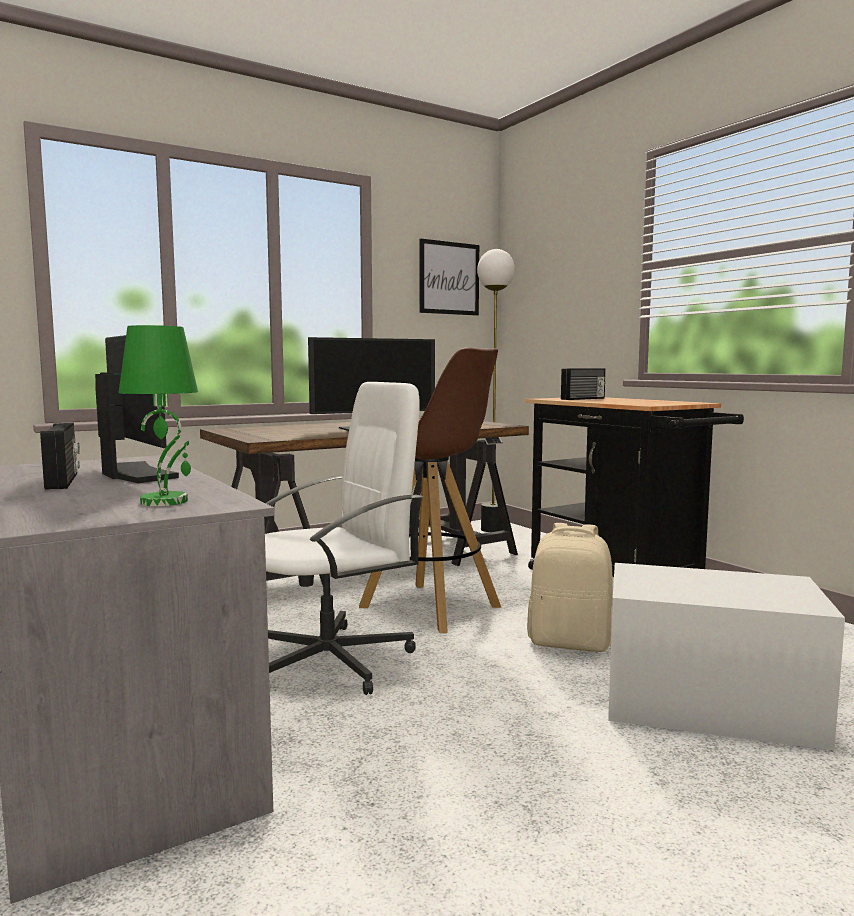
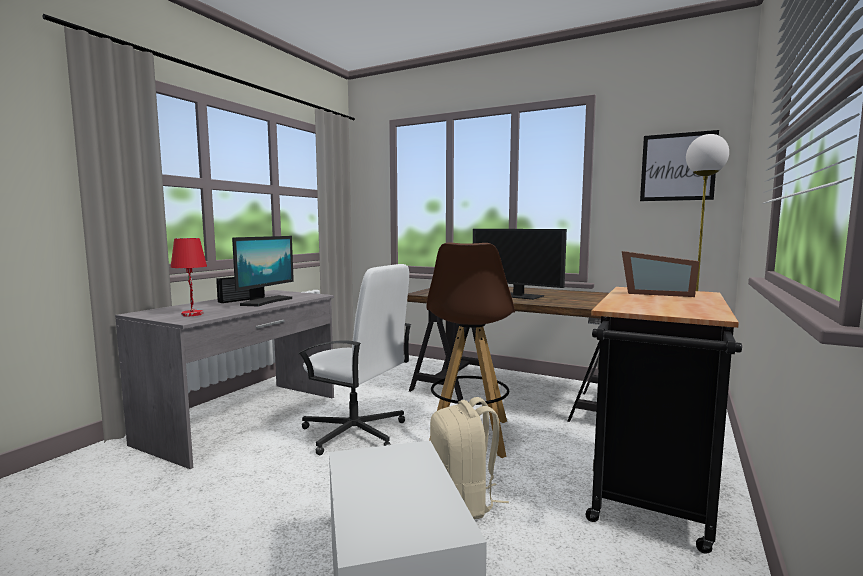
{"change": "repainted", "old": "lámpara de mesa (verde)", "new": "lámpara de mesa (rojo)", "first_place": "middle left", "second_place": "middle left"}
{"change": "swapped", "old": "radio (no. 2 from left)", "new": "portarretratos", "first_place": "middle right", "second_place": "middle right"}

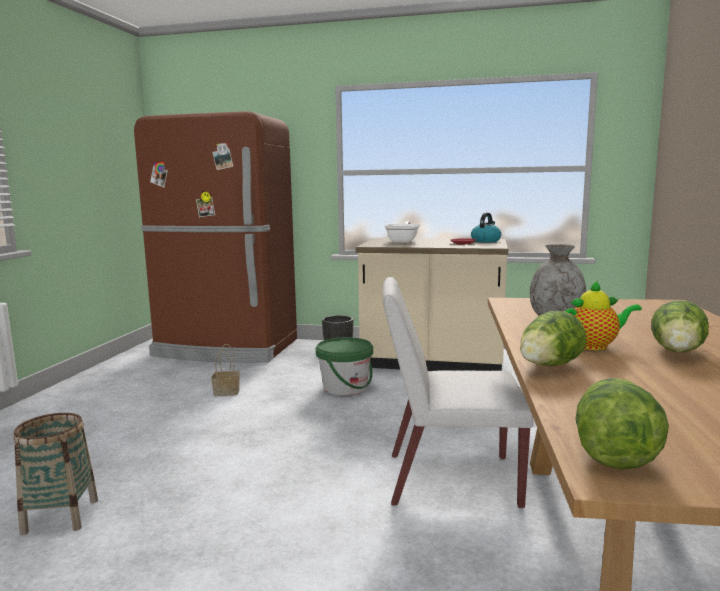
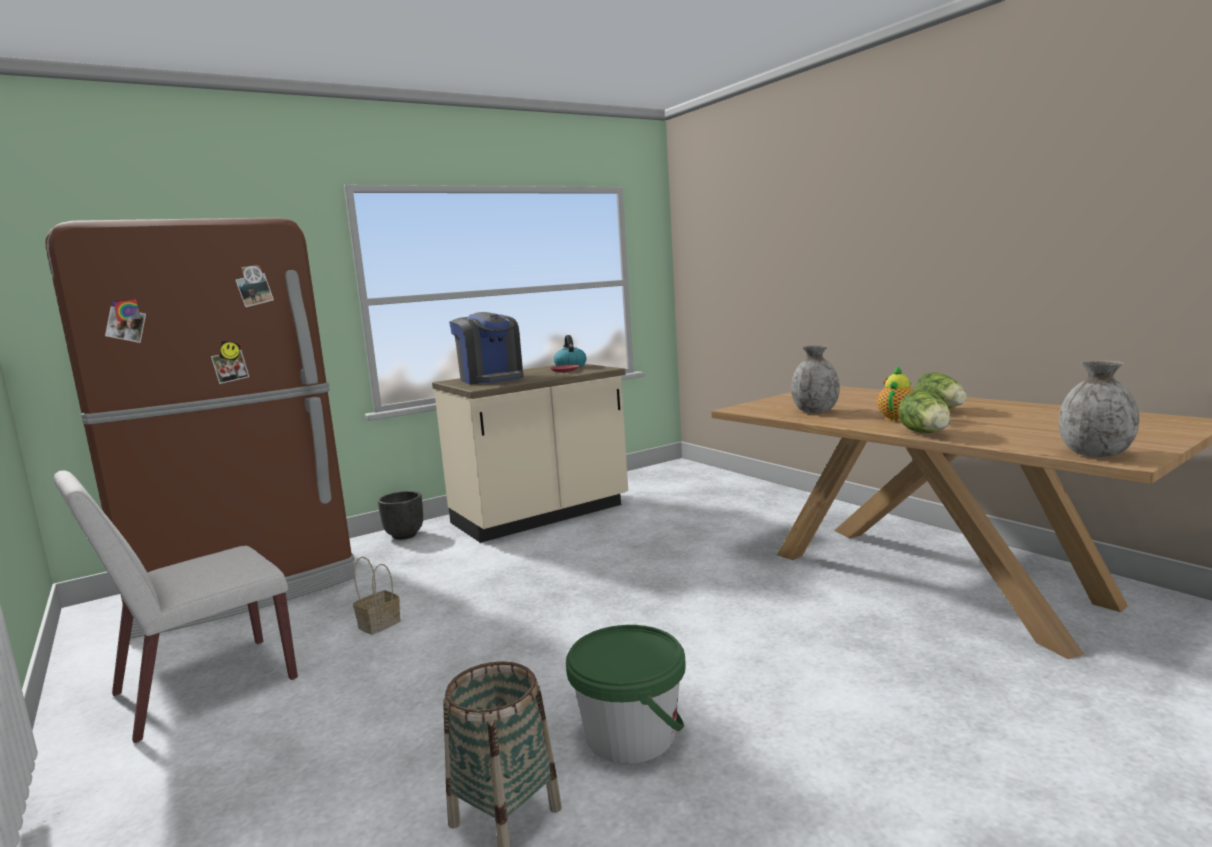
{"change": "swapped", "old": "sartén", "new": "cafetera", "first_place": "centre", "second_place": "centre"}
{"change": "shifted", "old": "silla (blanco)", "first_place": "centre", "second_place": "bottom left"}
{"change": "shifted", "old": "cubo (verde)", "first_place": "centre", "second_place": "bottom centre"}
{"change": "swapped", "old": "lechuga (no. 2 from left)", "new": "florero (gris) (no. 2 from left)", "first_place": "bottom right", "second_place": "middle right"}

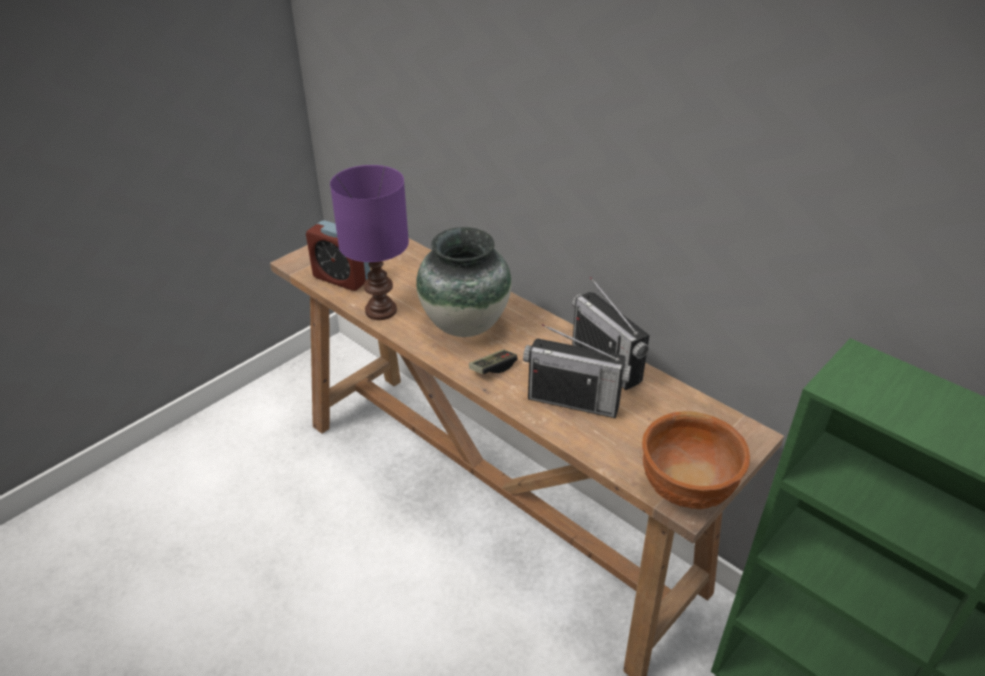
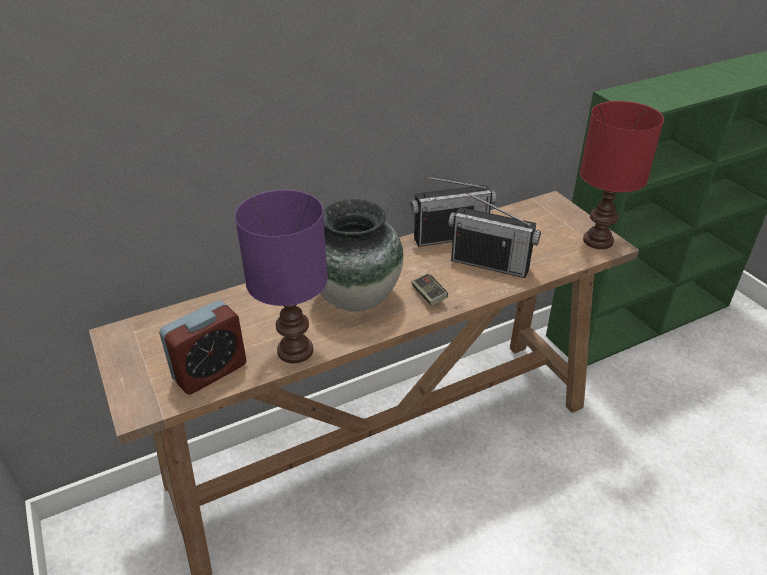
{"change": "rotated", "old": "radio (no. 1 from left in the first image)", "first_place": "centre", "second_place": "centre", "degrees": 75}
{"change": "swapped", "old": "cuenco (marrón)", "new": "lámpara de mesa (rojo)", "first_place": "bottom right", "second_place": "top right"}

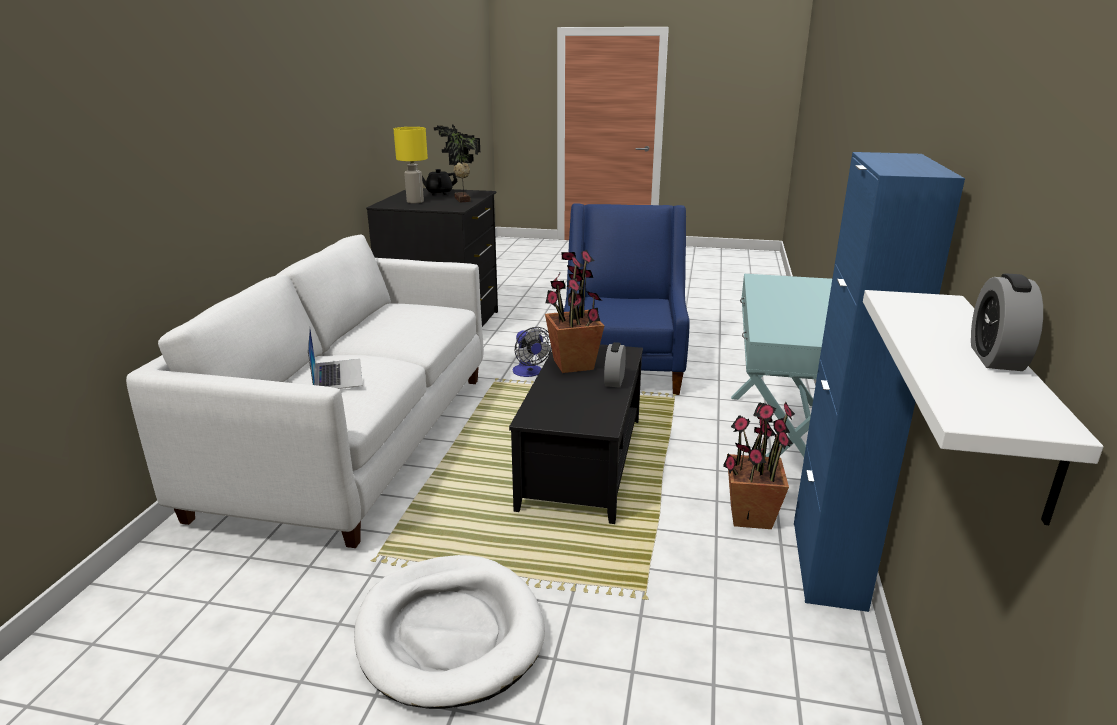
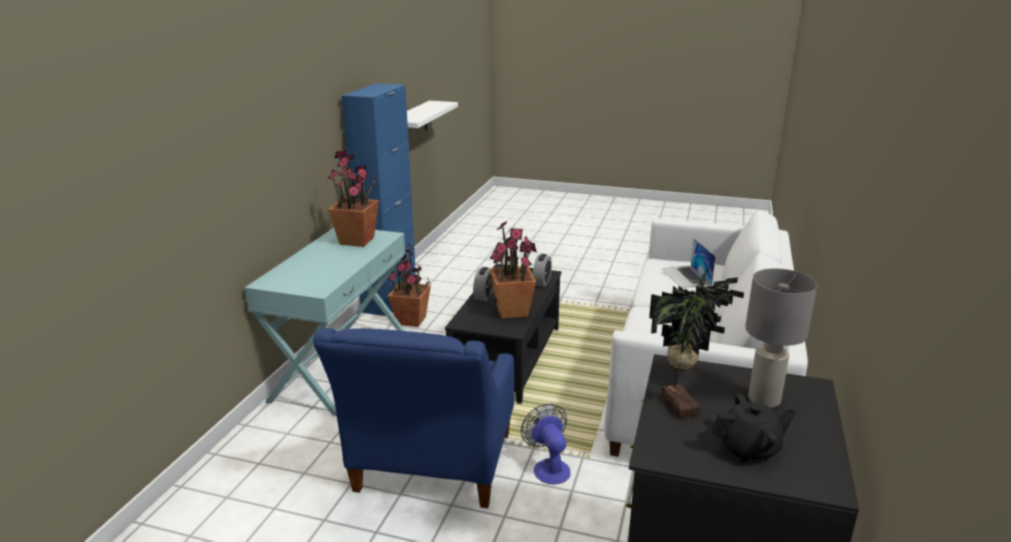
{"change": "repainted", "old": "lámpara de mesa (amarillo)", "new": "lámpara de mesa (gris)", "first_place": "top centre", "second_place": "middle right"}
{"change": "shifted", "old": "despertador (no. 2 from left)", "first_place": "middle right", "second_place": "centre"}
{"change": "gone", "old": "cama para perro (blanco)", "first_place": "bottom centre"}
{"change": "new", "new": "planta en maceta (no. 1 from left)", "second_place": "centre"}

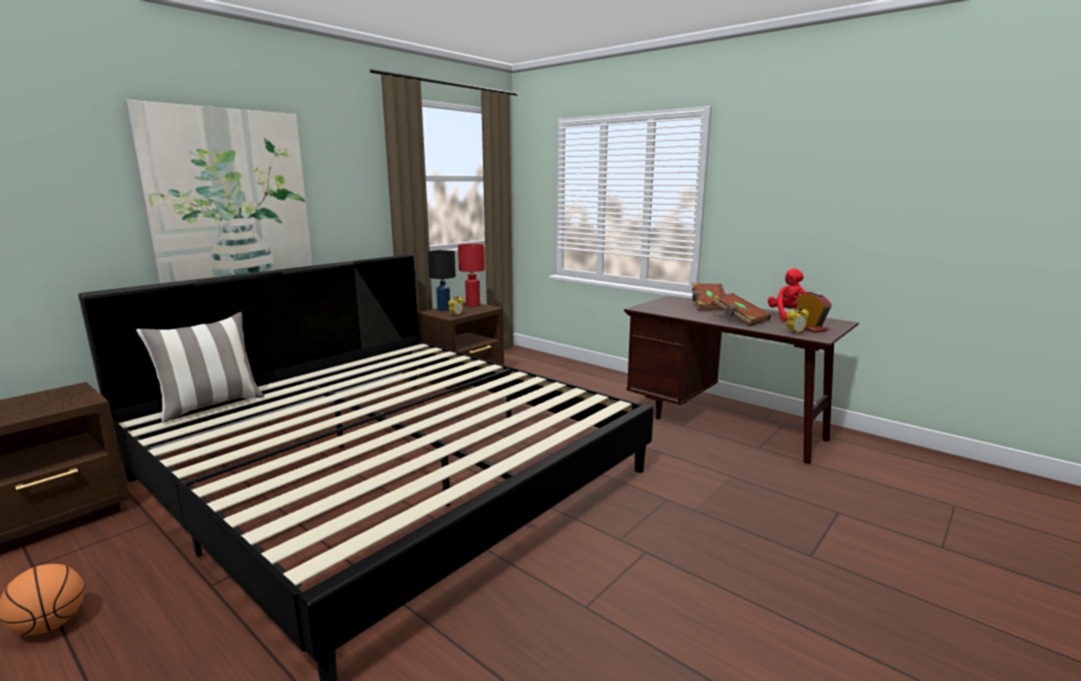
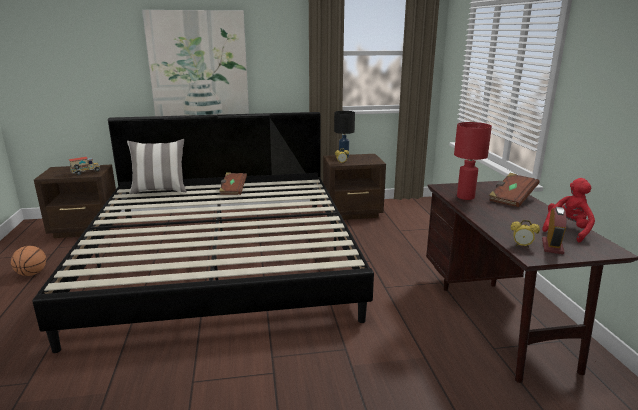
{"change": "shifted", "old": "lámpara de mesa (rojo)", "first_place": "centre", "second_place": "middle right"}
{"change": "shifted", "old": "libro (marrón) (no. 2 from left in the first image)", "new": "libro (marrón) (no. 1 from left)", "first_place": "middle right", "second_place": "centre"}
{"change": "new", "new": "camión de juguete", "second_place": "middle left"}

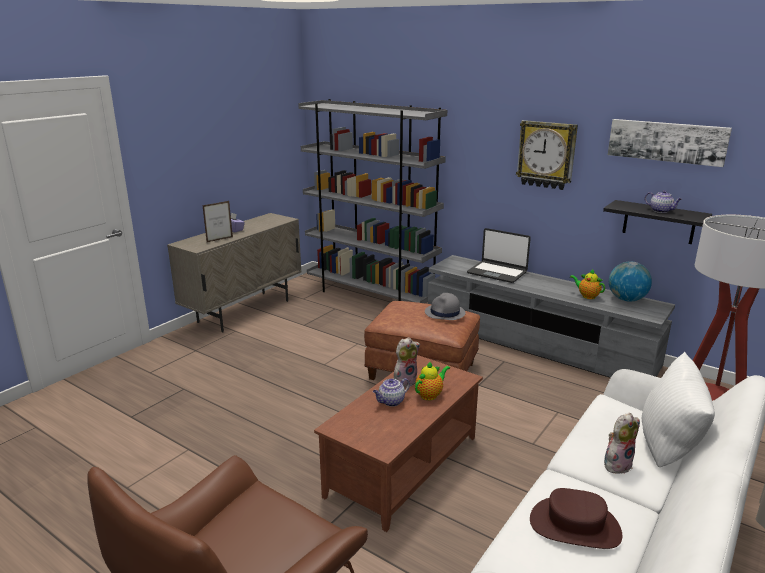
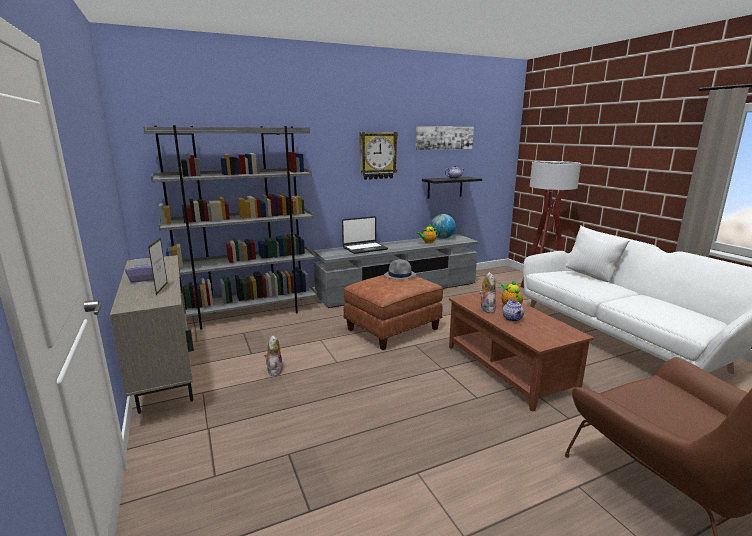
{"change": "shifted", "old": "peluche (no. 2 from left in the first image)", "new": "peluche (no. 1 from left)", "first_place": "bottom right", "second_place": "centre"}
{"change": "gone", "old": "sombrero (marrón)", "first_place": "bottom right"}

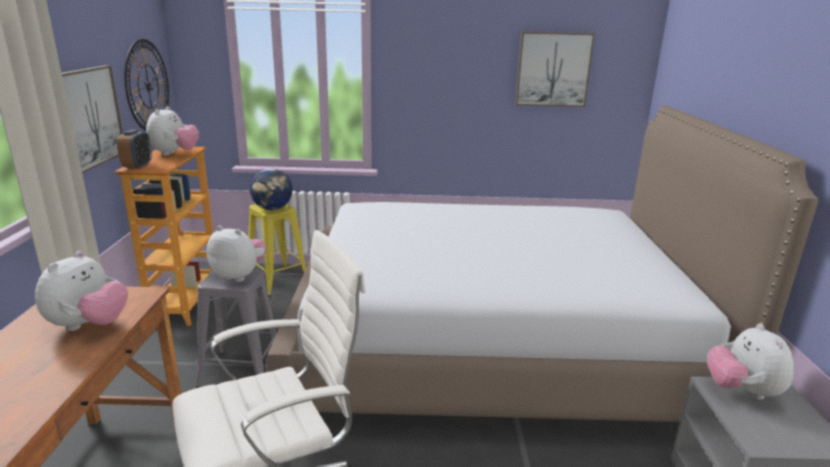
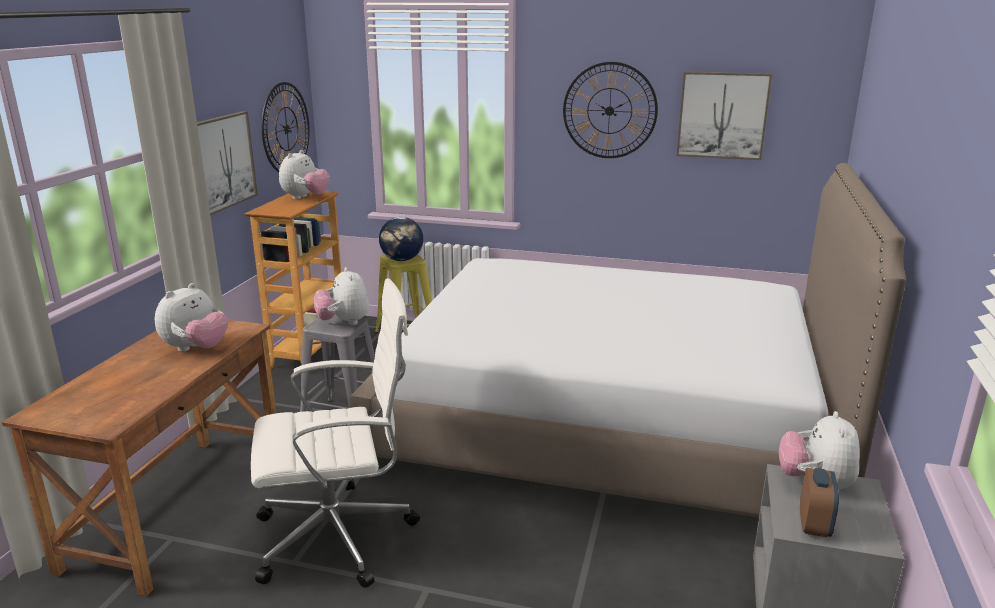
{"change": "shifted", "old": "despertador", "first_place": "top left", "second_place": "bottom right"}
{"change": "rotated", "old": "peluche (no. 3 from left)", "first_place": "middle left", "second_place": "centre", "degrees": -150}
{"change": "new", "new": "reloj de pared (no. 2 from left)", "second_place": "top centre"}

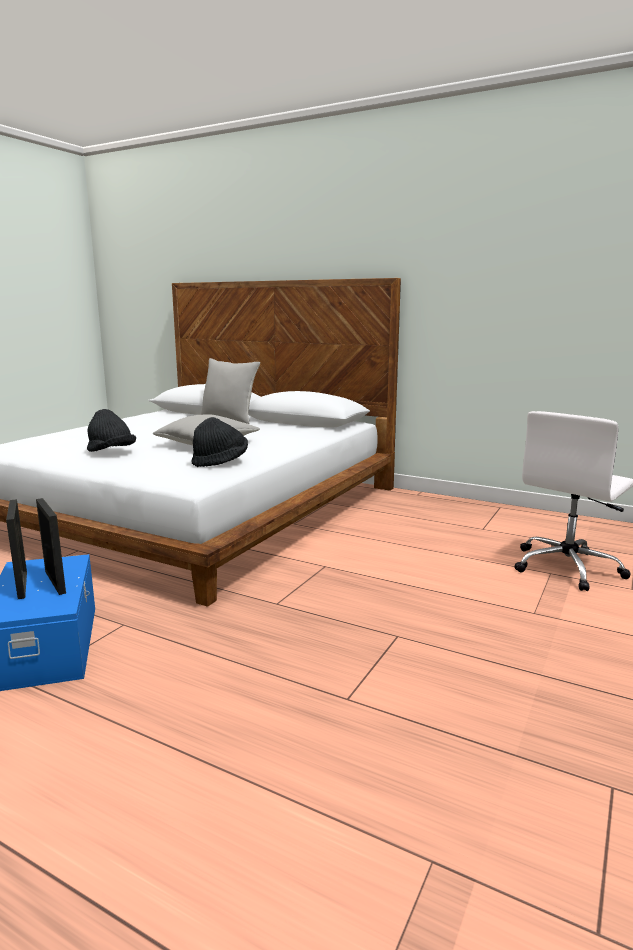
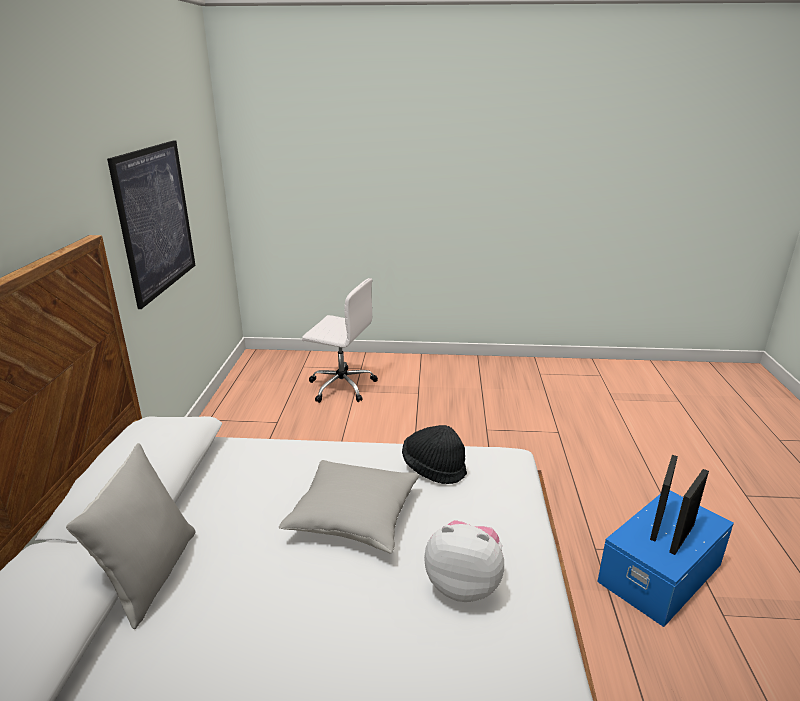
{"change": "swapped", "old": "sombrero (negro) (no. 1 from left)", "new": "peluche", "first_place": "middle left", "second_place": "bottom centre"}
{"change": "new", "new": "cuadro", "second_place": "top left"}

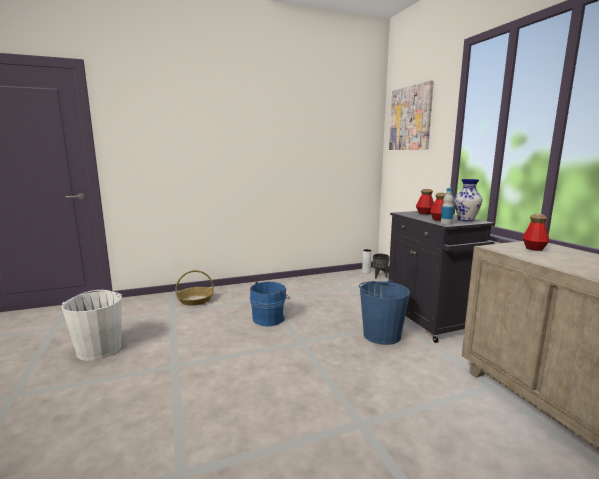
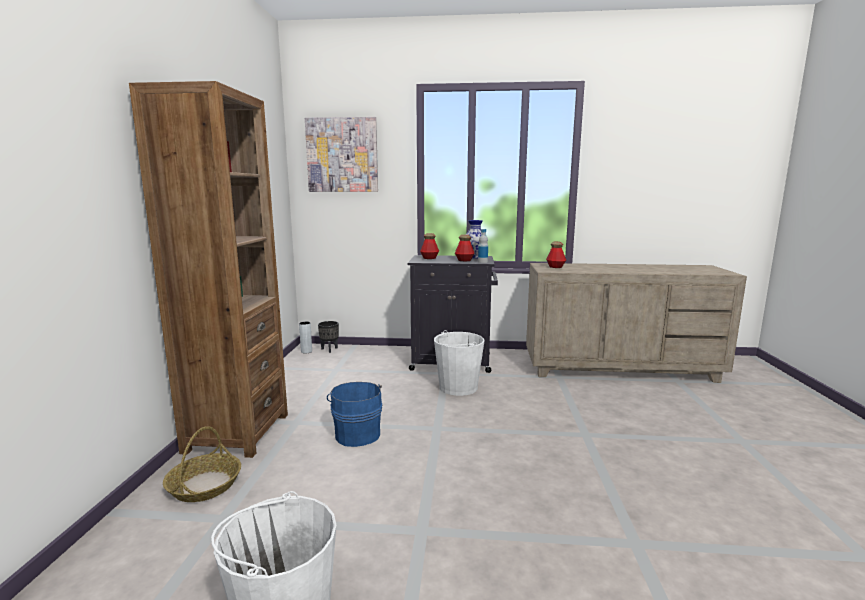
{"change": "repainted", "old": "cubo (azul) (no. 2 from left)", "new": "cubo (blanco) (no. 2 from left)", "first_place": "centre", "second_place": "centre"}
{"change": "new", "new": "estantería (marrón)", "second_place": "middle left"}

